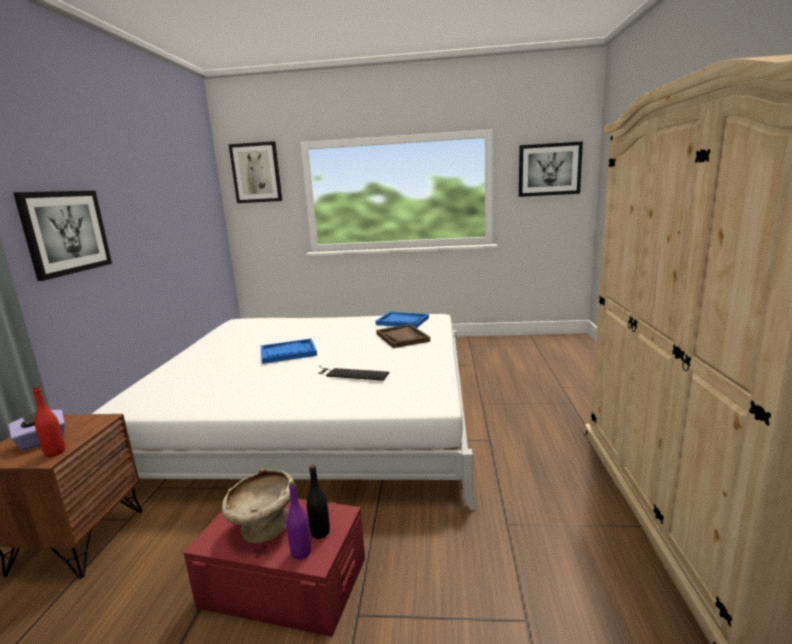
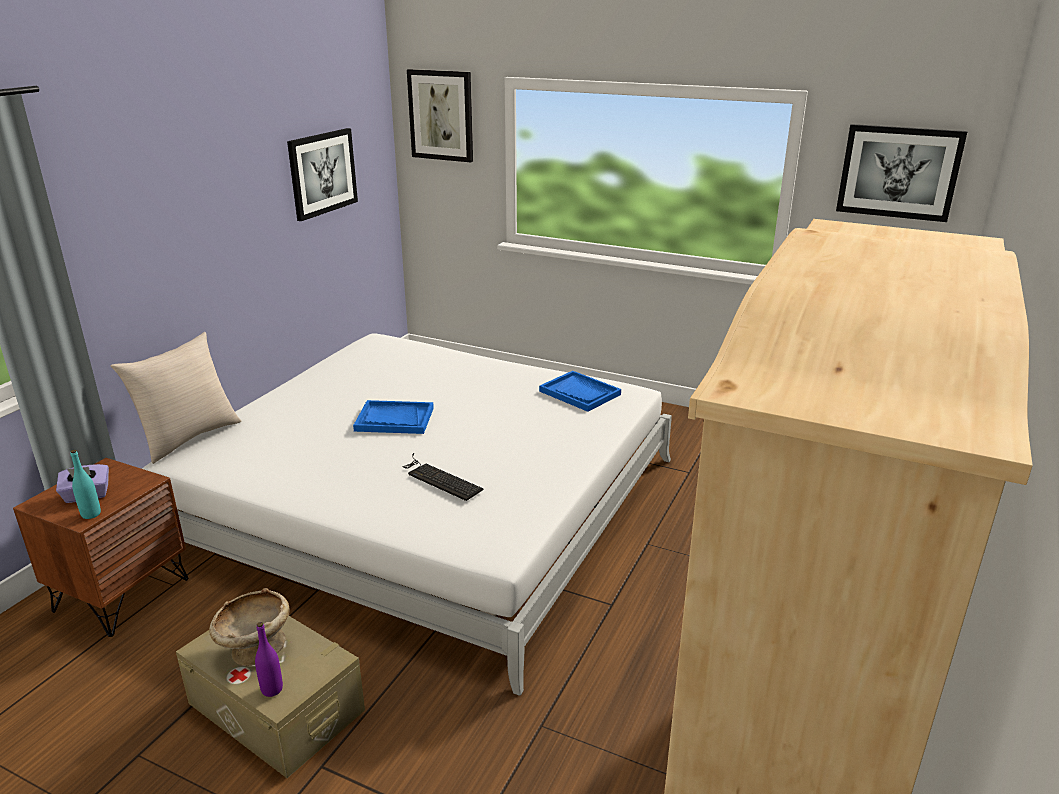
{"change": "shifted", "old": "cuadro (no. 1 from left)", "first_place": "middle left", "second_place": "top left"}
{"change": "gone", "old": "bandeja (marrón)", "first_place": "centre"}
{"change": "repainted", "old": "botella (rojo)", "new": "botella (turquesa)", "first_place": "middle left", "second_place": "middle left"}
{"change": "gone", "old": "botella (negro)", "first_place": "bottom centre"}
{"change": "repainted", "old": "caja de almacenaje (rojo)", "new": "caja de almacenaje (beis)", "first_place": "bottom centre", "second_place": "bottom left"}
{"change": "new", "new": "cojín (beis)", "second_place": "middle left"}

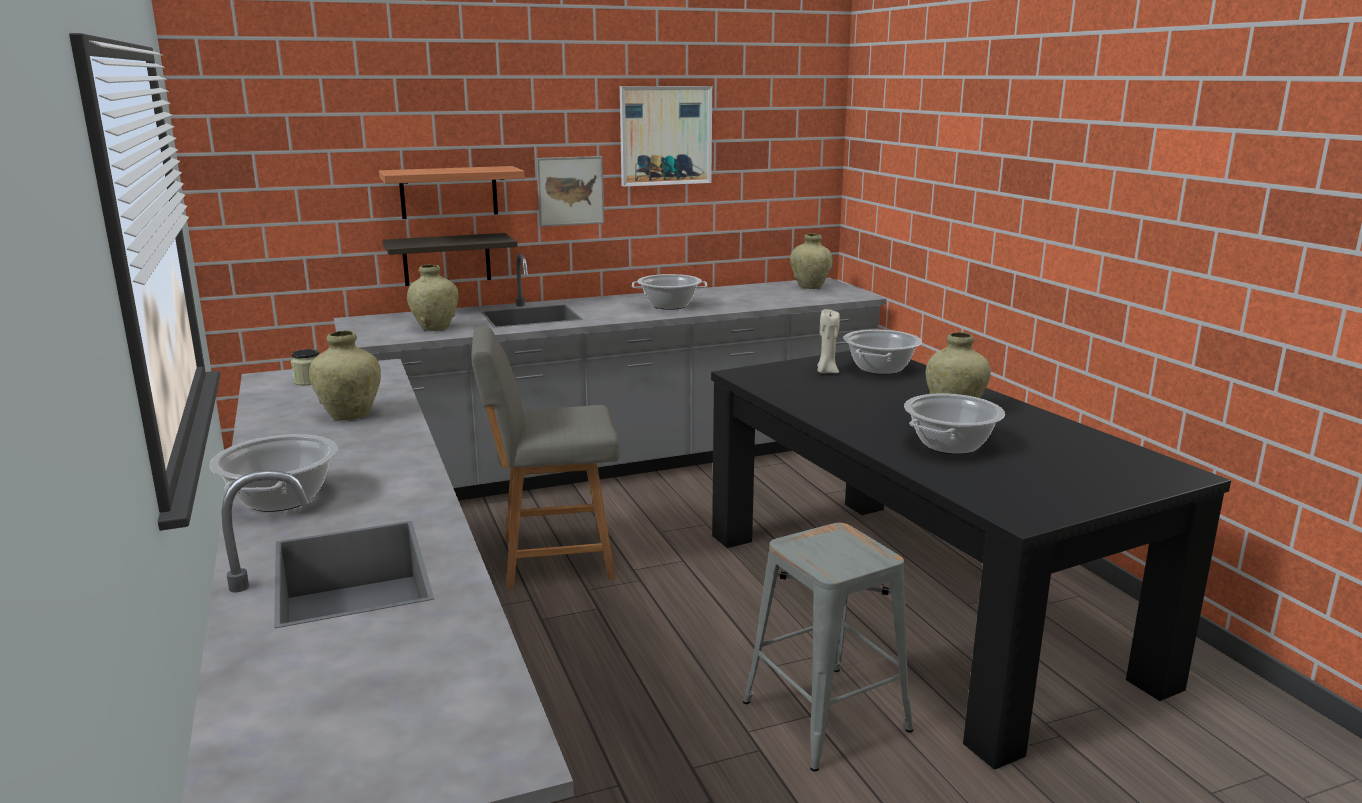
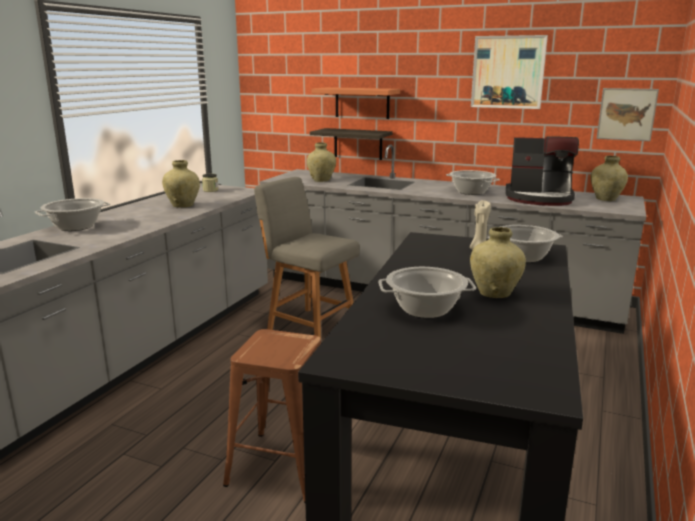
{"change": "shifted", "old": "cuadro (no. 1 from left in the first image)", "new": "cuadro (no. 2 from left)", "first_place": "top centre", "second_place": "top right"}
{"change": "repainted", "old": "taburete (gris)", "new": "taburete (marrón)", "first_place": "bottom centre", "second_place": "bottom centre"}
{"change": "new", "new": "cafetera", "second_place": "top right"}

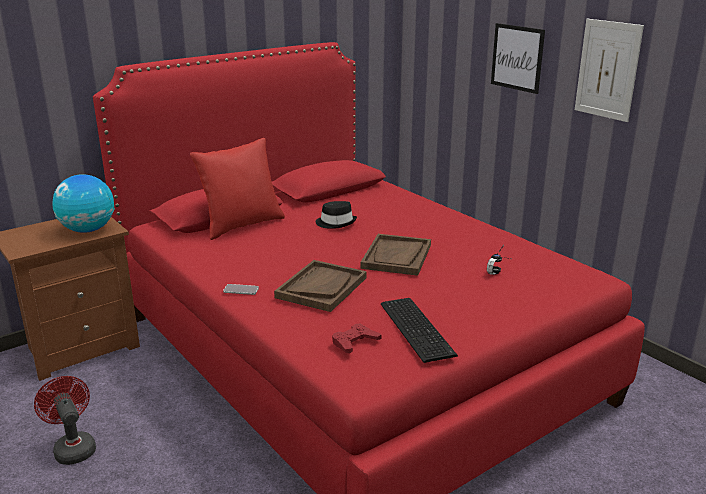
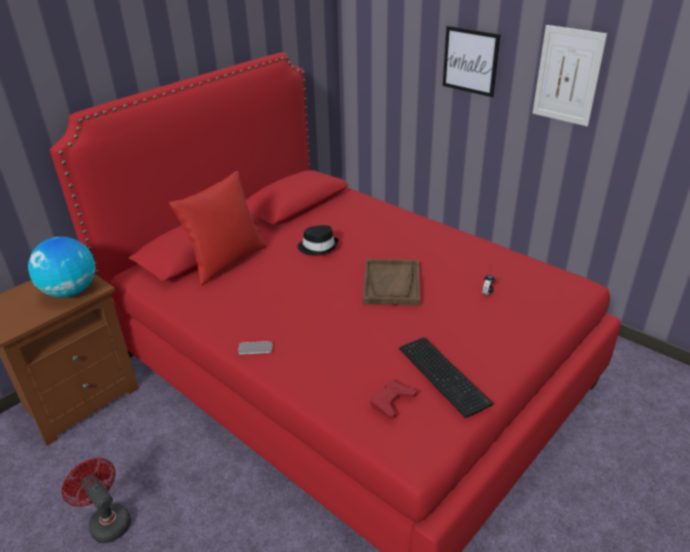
{"change": "gone", "old": "bandeja (marrón) (no. 1 from left)", "first_place": "centre"}

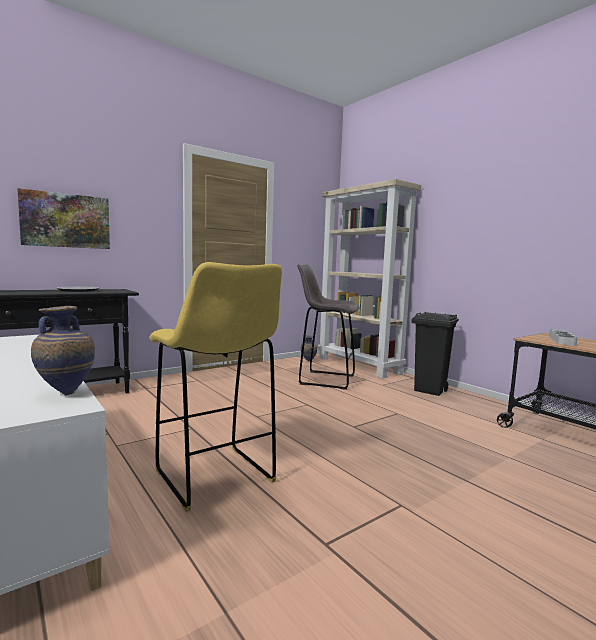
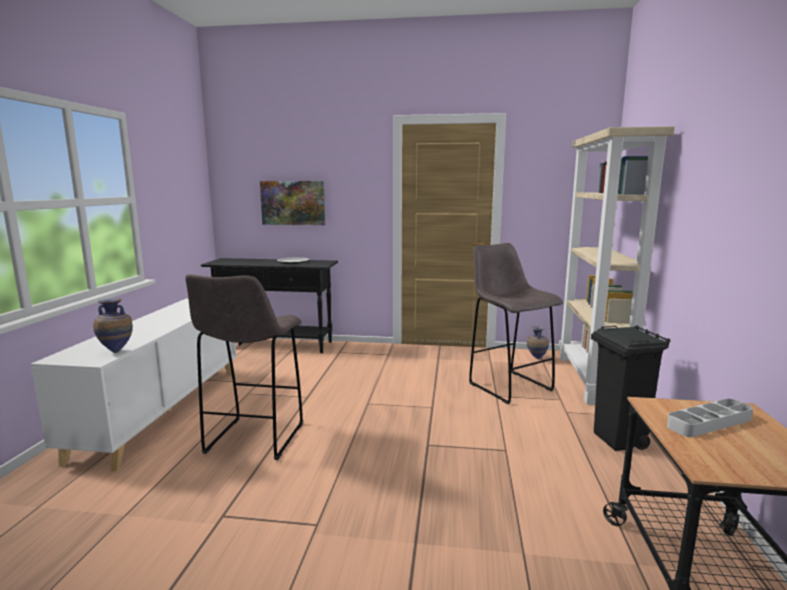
{"change": "repainted", "old": "taburete (amarillo)", "new": "taburete (gris) (no. 1 from left)", "first_place": "centre", "second_place": "middle left"}

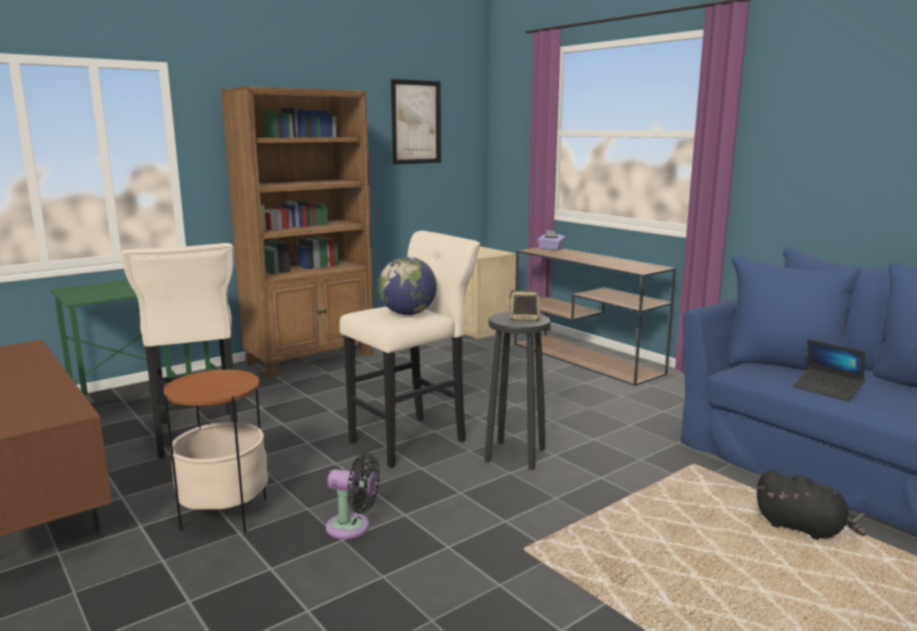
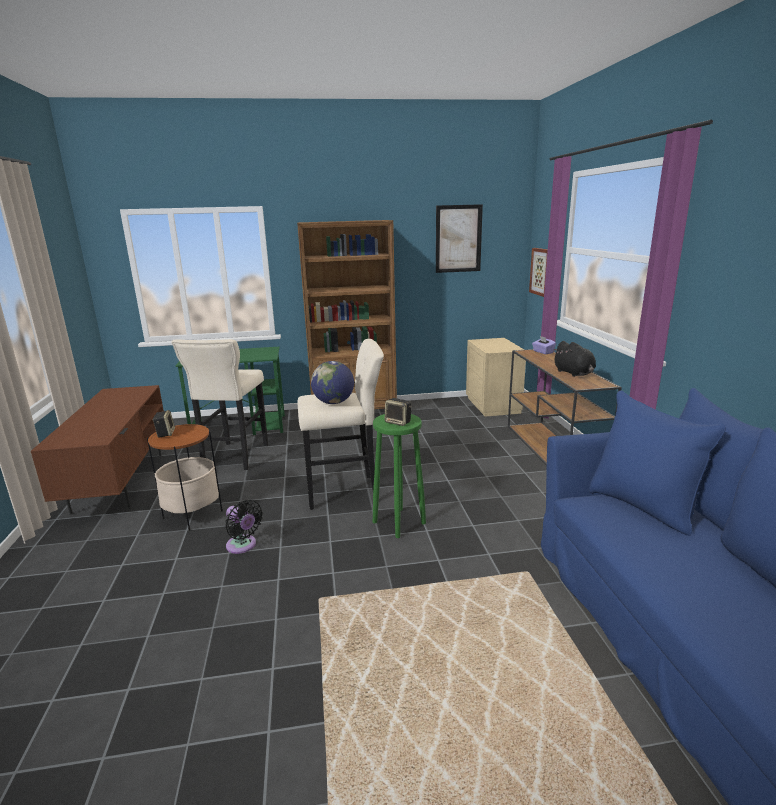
{"change": "repainted", "old": "taburete (negro)", "new": "taburete (verde)", "first_place": "centre", "second_place": "centre"}
{"change": "gone", "old": "portátil", "first_place": "middle right"}
{"change": "shifted", "old": "peluche (negro)", "first_place": "bottom right", "second_place": "middle right"}
{"change": "new", "new": "cuadro (no. 2 from left)", "second_place": "middle right"}
{"change": "new", "new": "altavoz (no. 1 from left)", "second_place": "middle left"}

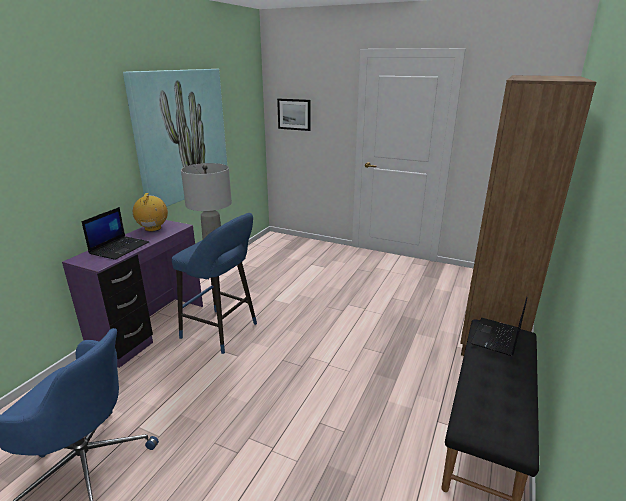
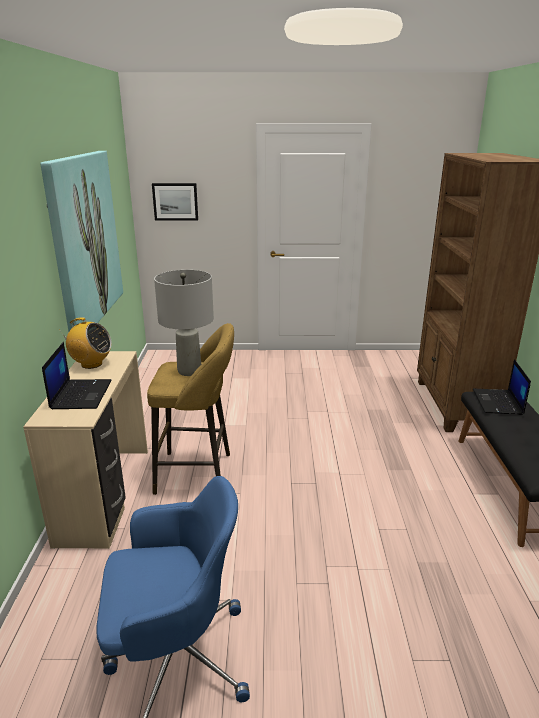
{"change": "rotated", "old": "radio", "first_place": "middle left", "second_place": "middle left", "degrees": 135}
{"change": "repainted", "old": "taburete (azul)", "new": "taburete (amarillo)", "first_place": "centre", "second_place": "centre"}
{"change": "repainted", "old": "escritorio (morado)", "new": "escritorio (beis)", "first_place": "middle left", "second_place": "middle left"}

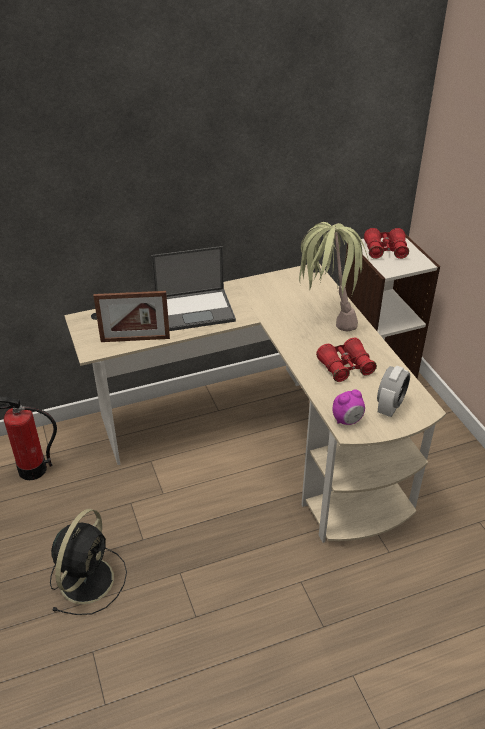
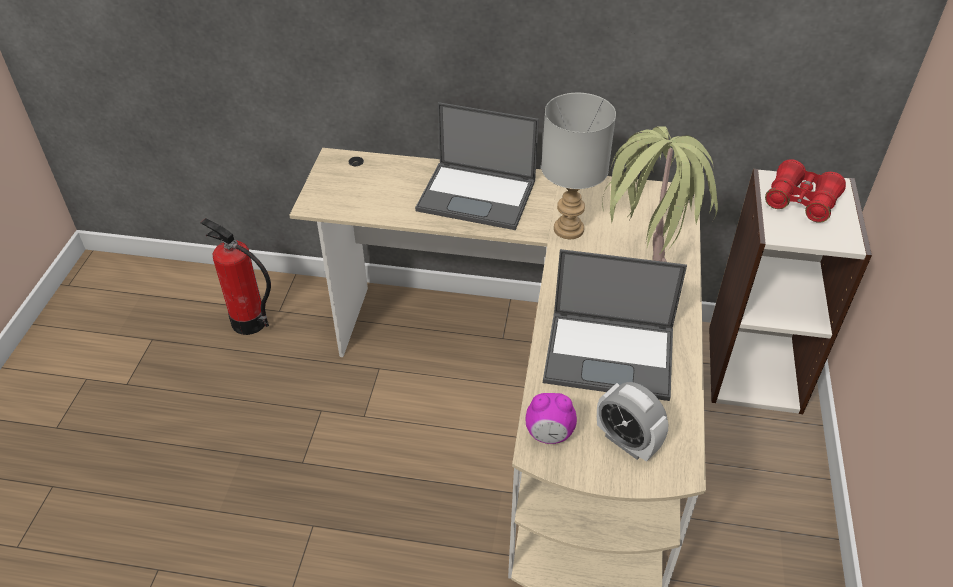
{"change": "gone", "old": "portarretratos", "first_place": "middle left"}
{"change": "swapped", "old": "prismáticos (rojo) (no. 1 from left)", "new": "portátil (no. 2 from left)", "first_place": "middle right", "second_place": "centre"}
{"change": "rotated", "old": "despertador (no. 2 from left)", "first_place": "middle right", "second_place": "bottom centre", "degrees": 75}
{"change": "gone", "old": "ventilador (negro)", "first_place": "bottom left"}
{"change": "new", "new": "lámpara de mesa (gris)", "second_place": "top centre"}

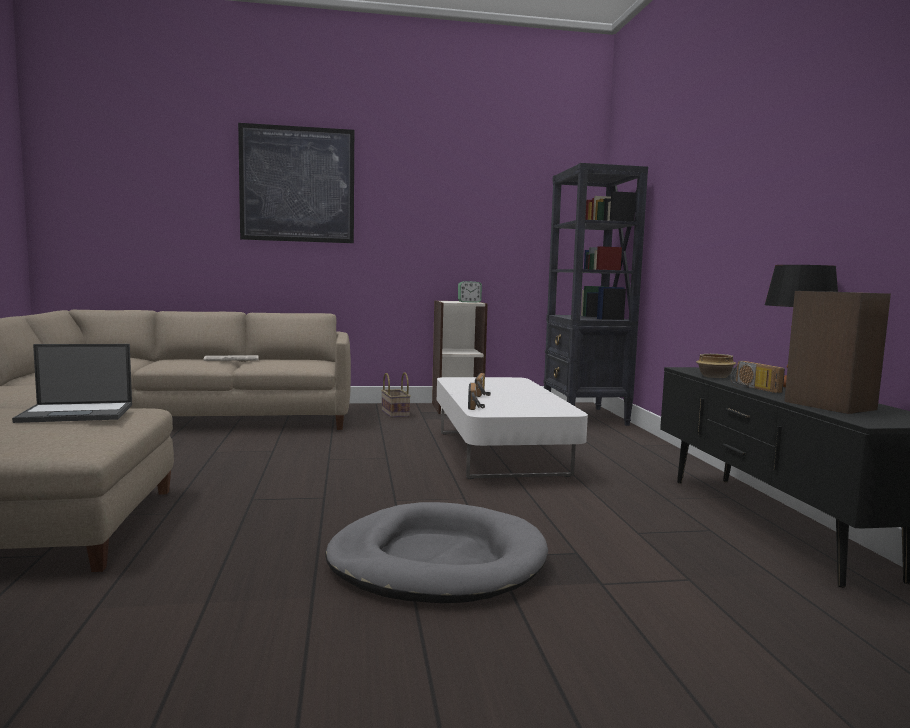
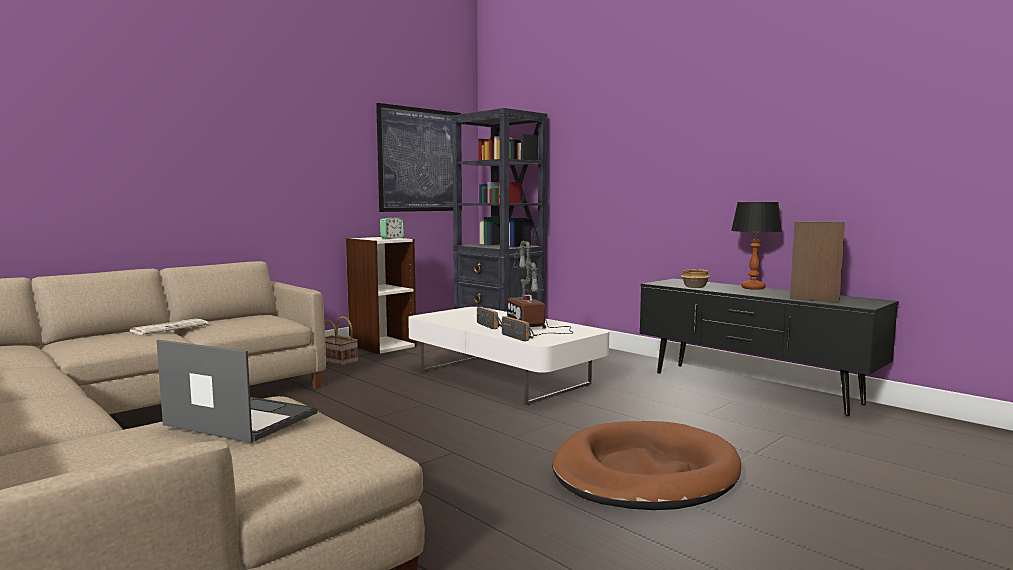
{"change": "shifted", "old": "cuadro", "first_place": "top left", "second_place": "top centre"}
{"change": "rotated", "old": "portátil", "first_place": "middle left", "second_place": "bottom left", "degrees": -105}
{"change": "gone", "old": "radio (no. 3 from left)", "first_place": "middle right"}
{"change": "repainted", "old": "cama para perro (gris)", "new": "cama para perro (marrón)", "first_place": "bottom centre", "second_place": "bottom centre"}
{"change": "new", "new": "lámpara de mesa (no. 1 from left)", "second_place": "centre"}

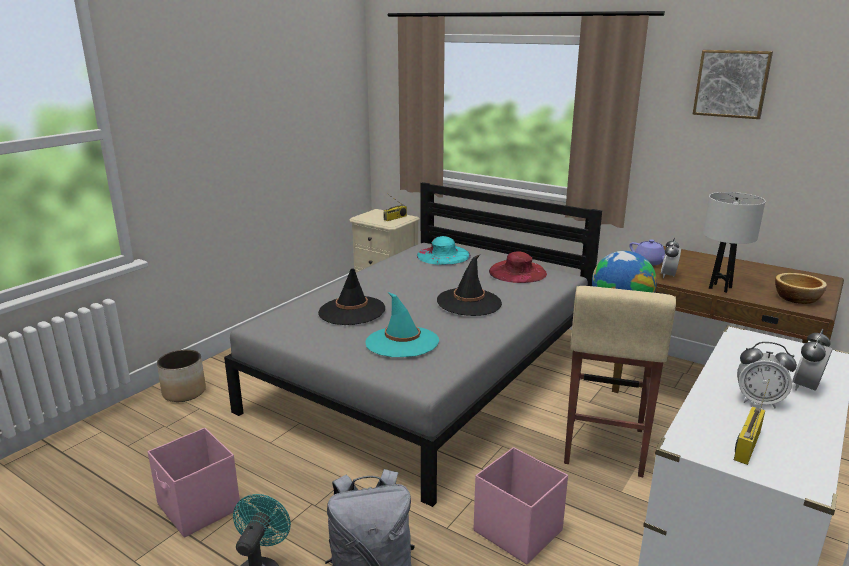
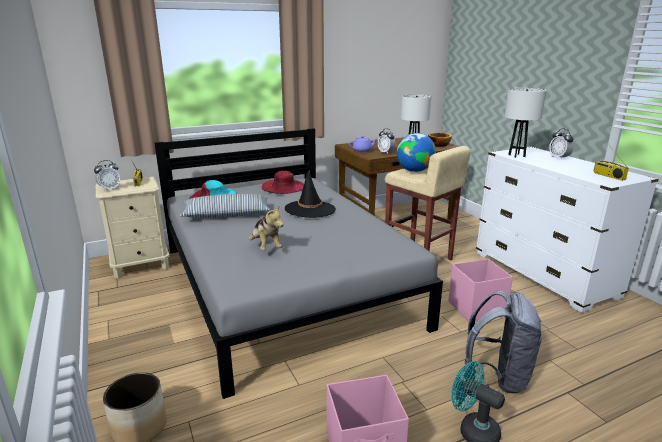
{"change": "gone", "old": "cuadro", "first_place": "top right"}
{"change": "swapped", "old": "sombrero (negro) (no. 1 from left)", "new": "peluche", "first_place": "centre", "second_place": "centre"}
{"change": "gone", "old": "sombrero (turquesa) (no. 1 from left)", "first_place": "centre"}
{"change": "shifted", "old": "despertador (no. 2 from left in the first image)", "new": "despertador (no. 1 from left)", "first_place": "middle right", "second_place": "middle left"}
{"change": "new", "new": "lámpara de mesa (blanco) (no. 2 from left)", "second_place": "top right"}
{"change": "new", "new": "cojín", "second_place": "centre"}

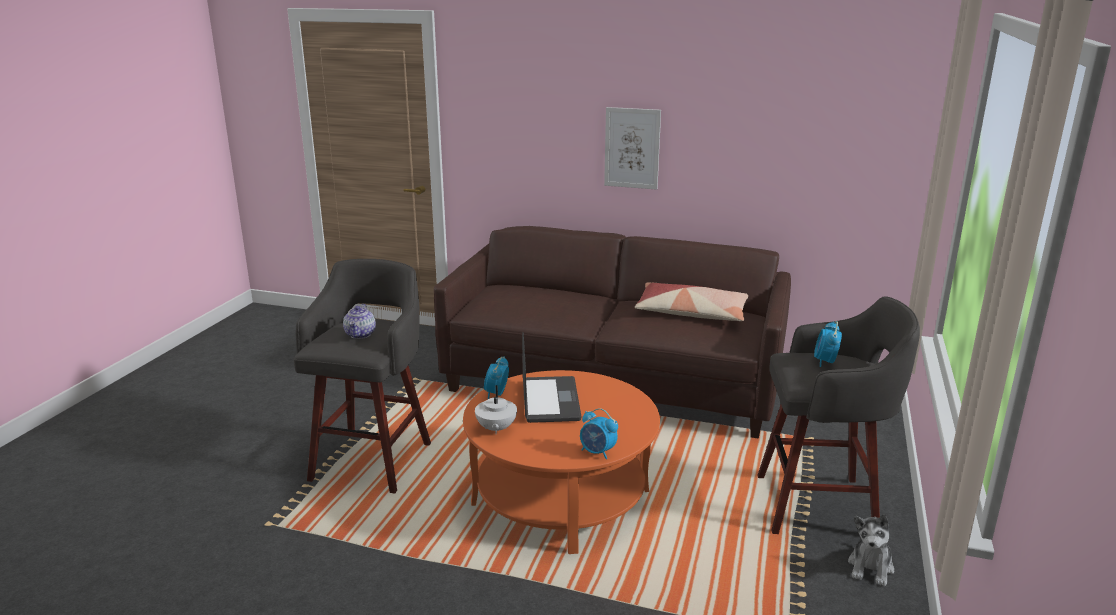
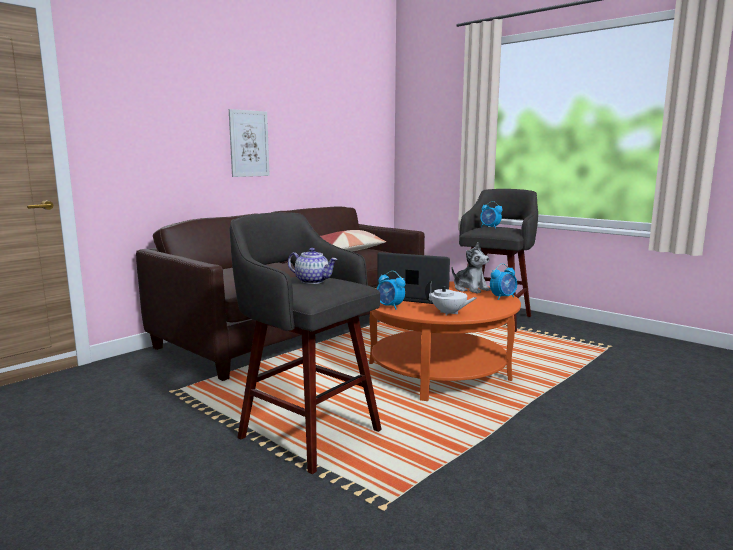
{"change": "shifted", "old": "peluche", "first_place": "bottom right", "second_place": "centre"}

